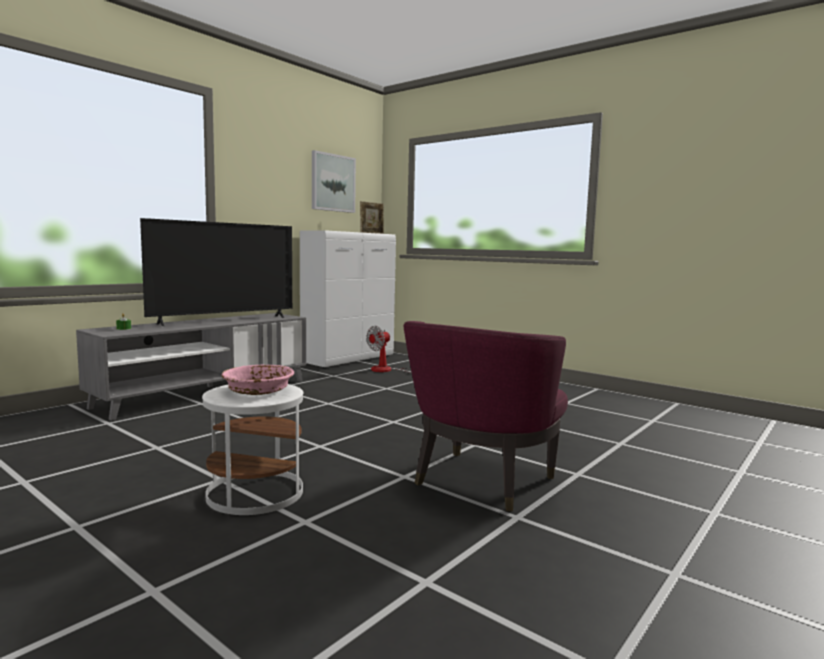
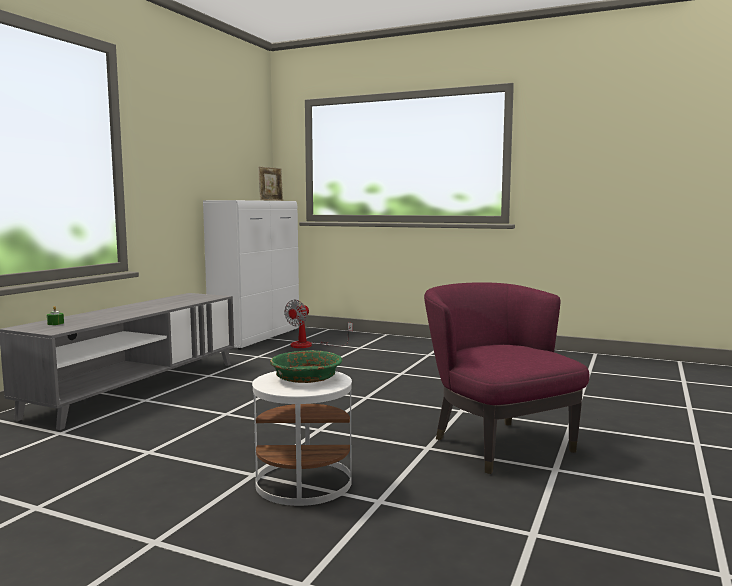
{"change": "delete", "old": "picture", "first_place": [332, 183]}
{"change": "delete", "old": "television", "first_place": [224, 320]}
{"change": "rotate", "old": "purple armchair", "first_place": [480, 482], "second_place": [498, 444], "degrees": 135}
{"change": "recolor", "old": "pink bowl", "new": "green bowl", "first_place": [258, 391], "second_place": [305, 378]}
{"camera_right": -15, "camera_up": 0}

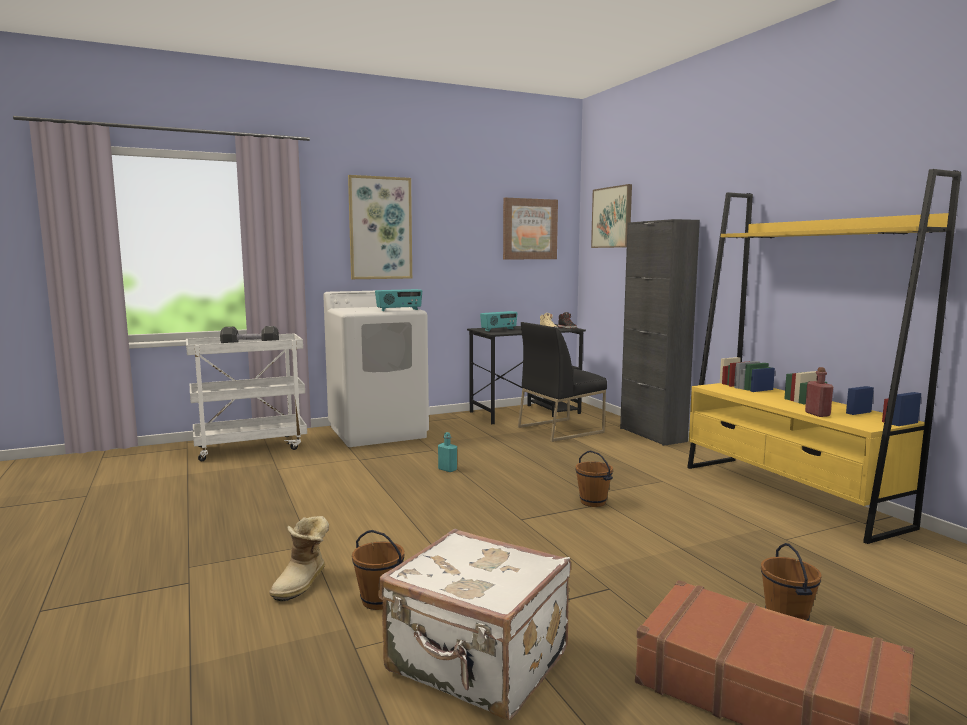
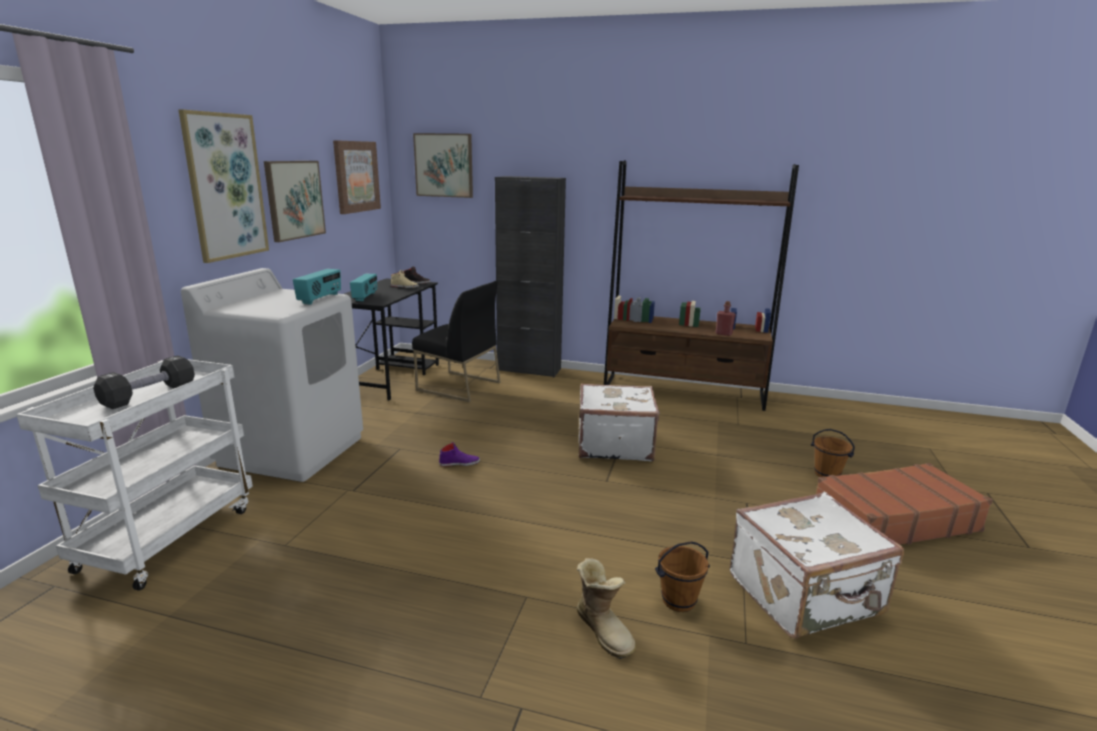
{"change": "recolor", "old": "yellow bookcase", "new": "brown bookcase", "first_place": [789, 495], "second_place": [683, 392]}
{"change": "rotate", "old": "black chair", "first_place": [560, 429], "second_place": [458, 386], "degrees": -75}
{"change": "replace", "old": "turquoise bottle", "new": "purple shoe", "first_place": [447, 469], "second_place": [459, 463]}
{"change": "replace", "old": "brown bucket", "new": "white suitcase", "first_place": [592, 502], "second_place": [614, 444]}
{"change": "insert", "new": "picture", "second_place": [294, 199]}
{"camera_right": -50, "camera_up": 10}

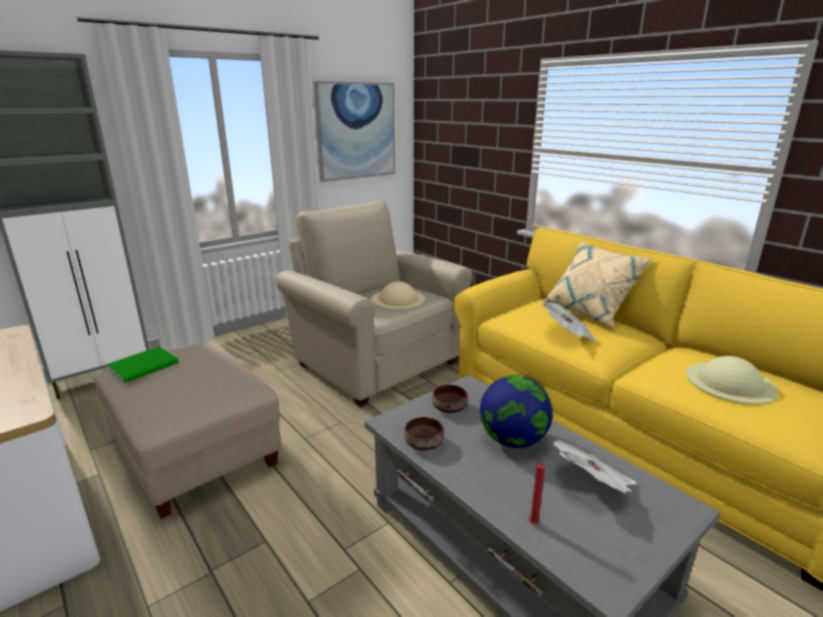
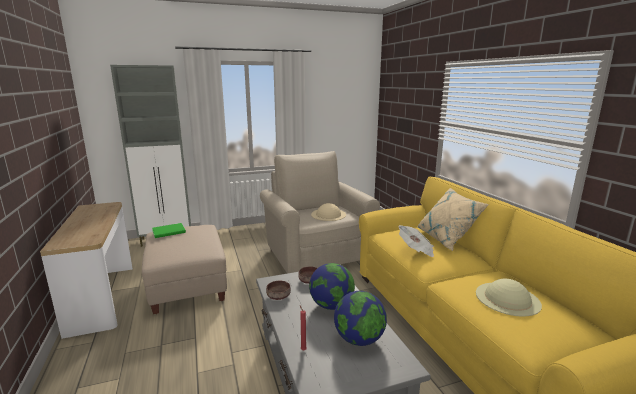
{"change": "delete", "old": "picture", "first_place": [356, 131]}
{"change": "replace", "old": "newspaper", "new": "globe", "first_place": [593, 484], "second_place": [359, 339]}
{"camera_right": 20, "camera_up": -5}

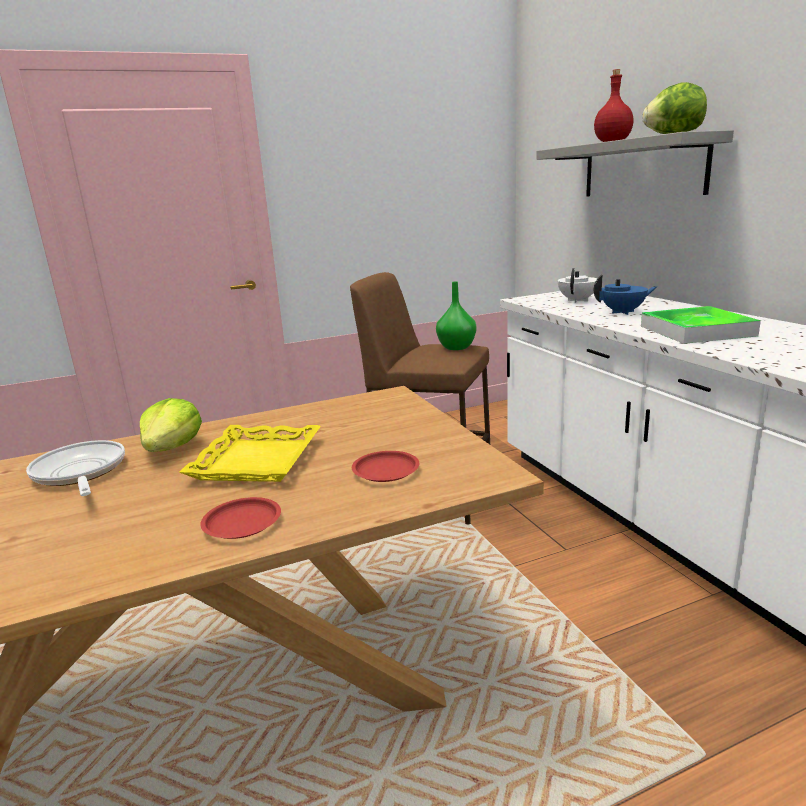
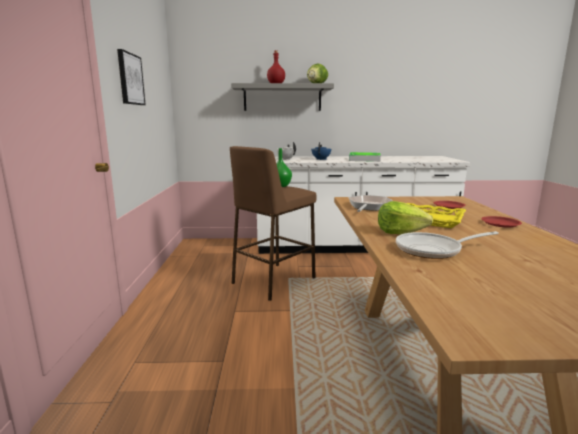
{"change": "insert", "new": "picture", "second_place": [130, 79]}
{"change": "insert", "new": "frying pan", "second_place": [368, 207]}
{"camera_right": -70, "camera_up": -5}

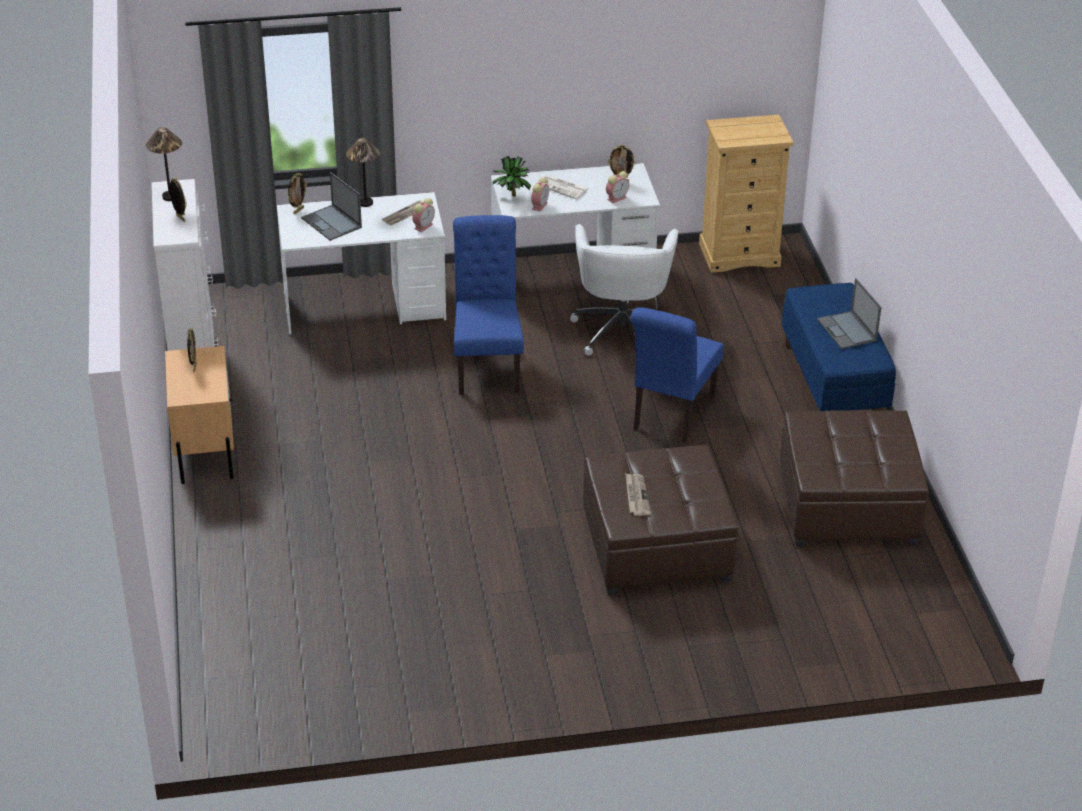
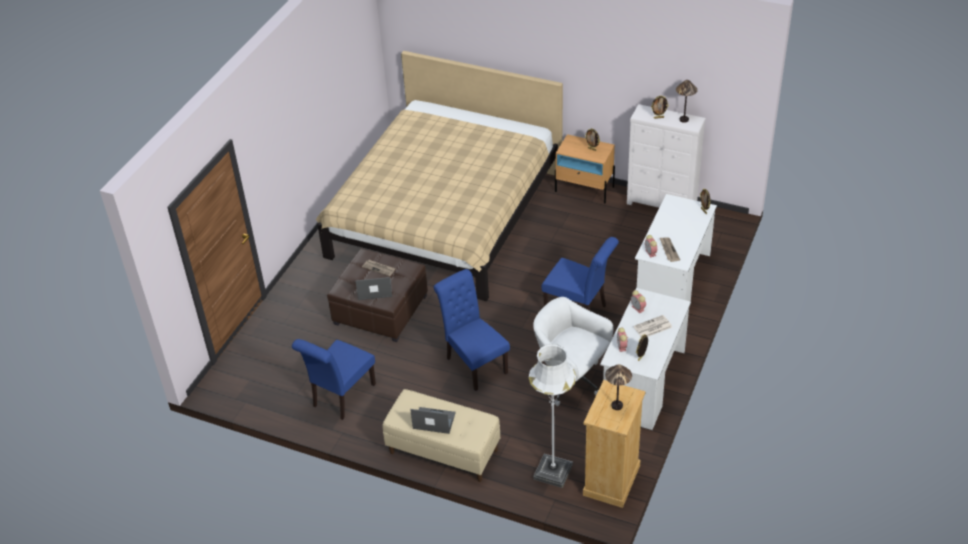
{"change": "move", "old": "table lamp", "first_place": [365, 203], "second_place": [617, 405]}
{"change": "delete", "old": "potted plant", "first_place": [511, 196]}
{"change": "move", "old": "laptop", "first_place": [332, 223], "second_place": [374, 290]}
{"change": "recolor", "old": "blue bench", "new": "beige bench", "first_place": [834, 383], "second_place": [443, 451]}
{"change": "replace", "old": "brown ottoman", "new": "blue chair", "first_place": [848, 506], "second_place": [341, 397]}
{"change": "insert", "new": "beige bed", "second_place": [445, 215]}
{"change": "insert", "new": "white floor lamp", "second_place": [553, 472]}
{"camera_right": 125, "camera_up": 5}

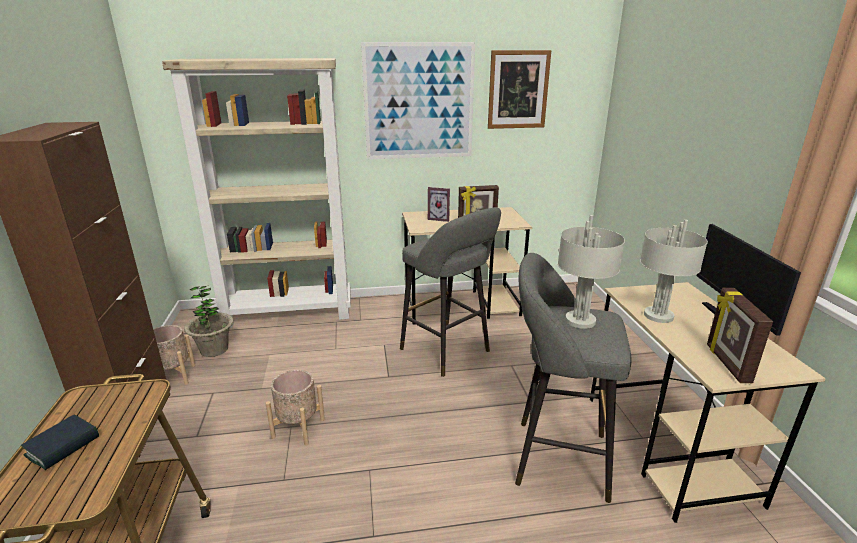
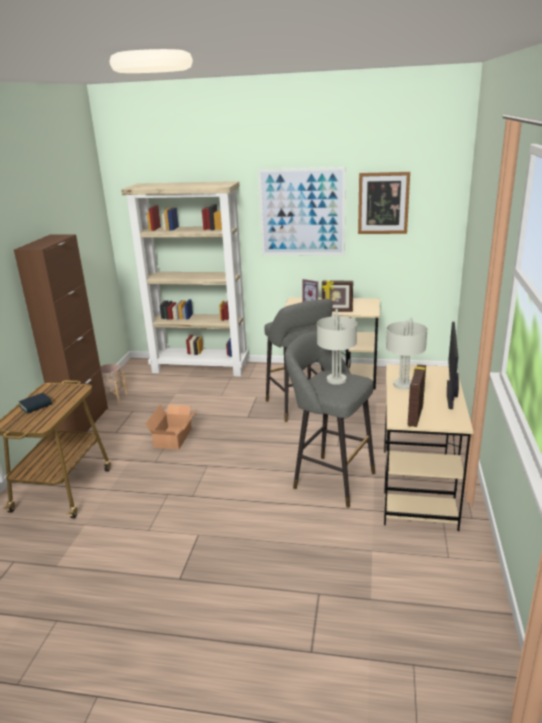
{"change": "delete", "old": "potted plant", "first_place": [214, 349]}
{"change": "replace", "old": "beige planter", "new": "cardboard box", "first_place": [298, 428], "second_place": [175, 437]}
{"camera_right": 20, "camera_up": 0}

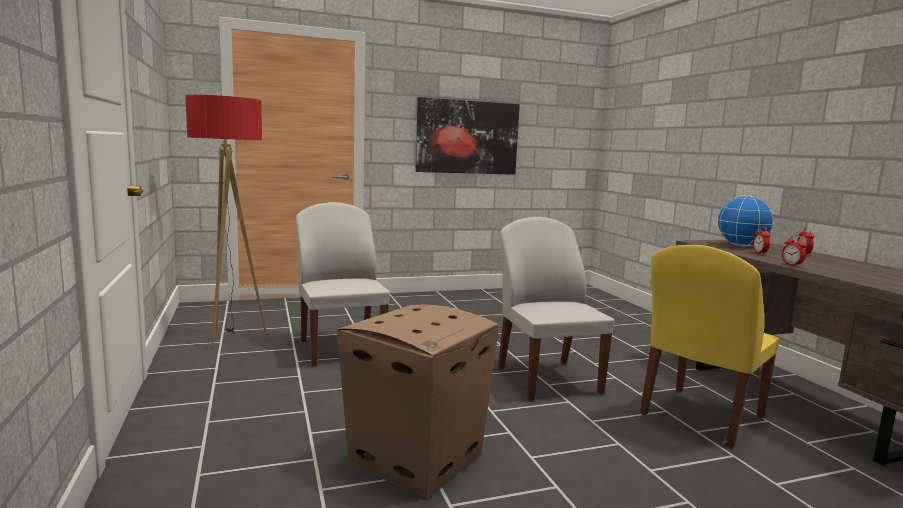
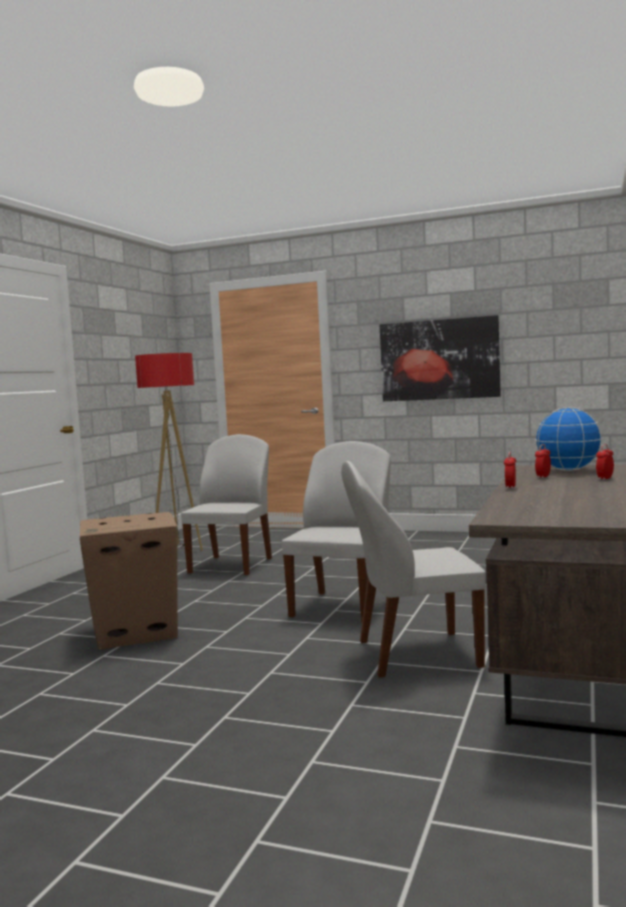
{"change": "recolor", "old": "yellow chair", "new": "white chair", "first_place": [700, 417], "second_place": [414, 654]}
{"camera_right": 40, "camera_up": -5}

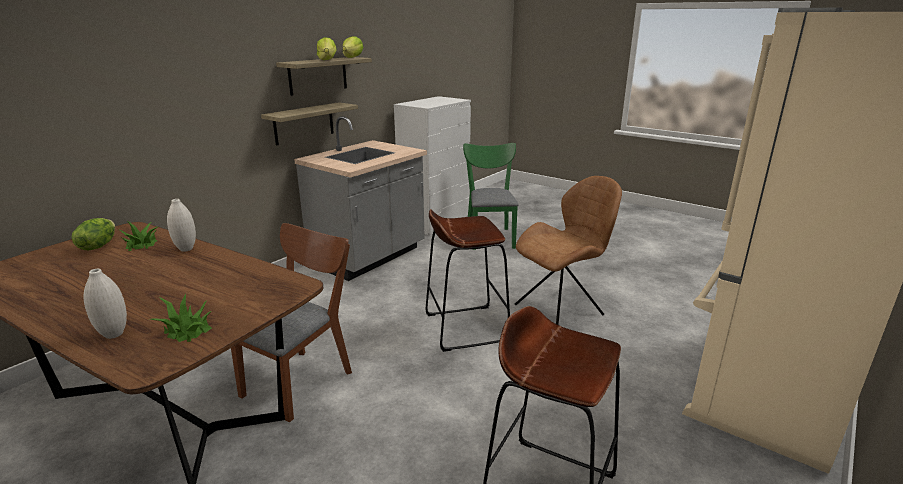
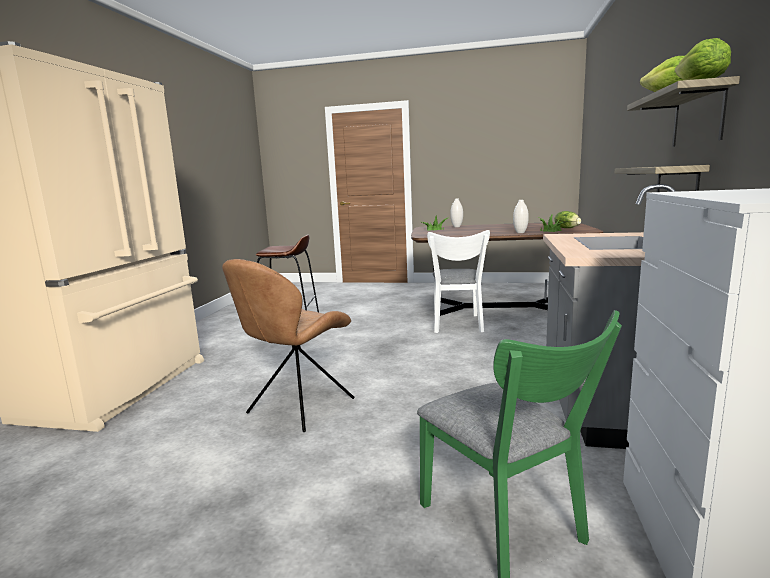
{"change": "delete", "old": "brown stool", "first_place": [466, 327]}
{"change": "recolor", "old": "brown chair", "new": "white chair", "first_place": [303, 379], "second_place": [457, 325]}
{"camera_right": 155, "camera_up": -10}

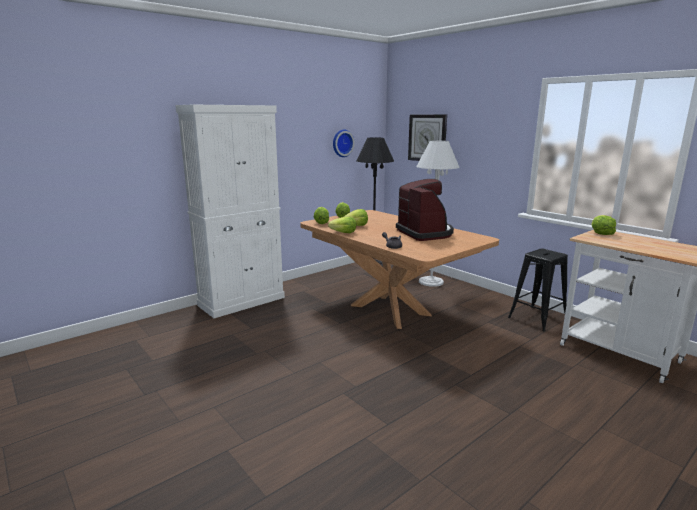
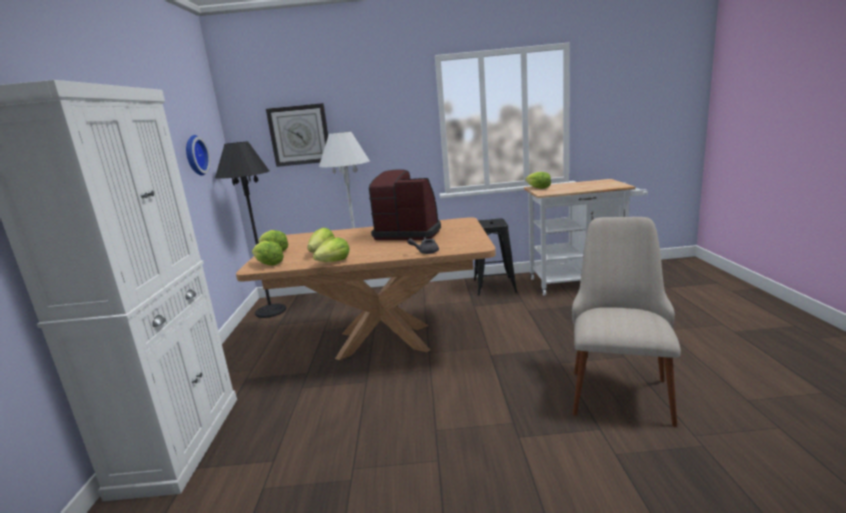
{"change": "insert", "new": "beige chair", "second_place": [619, 386]}
{"camera_right": -50, "camera_up": 0}

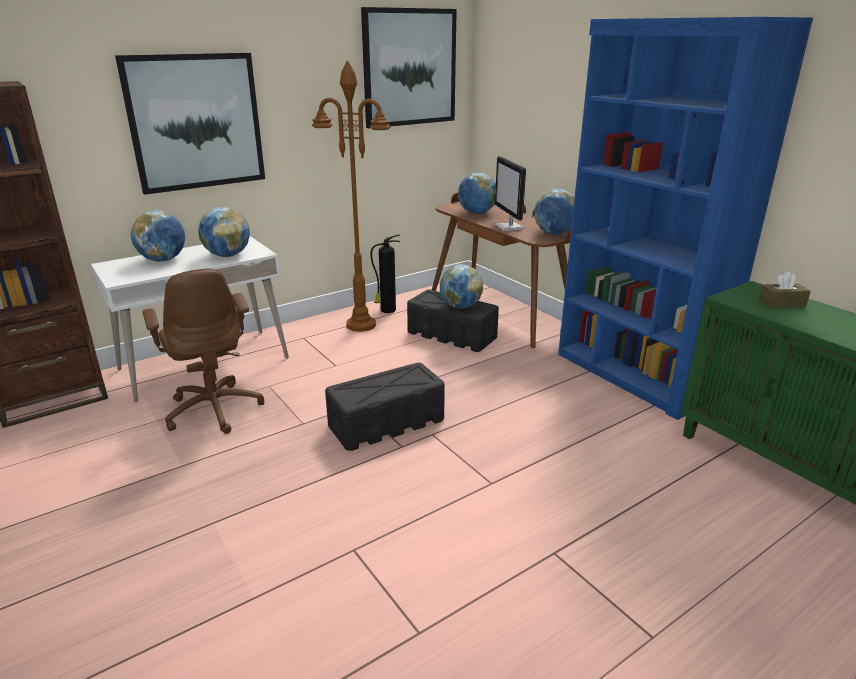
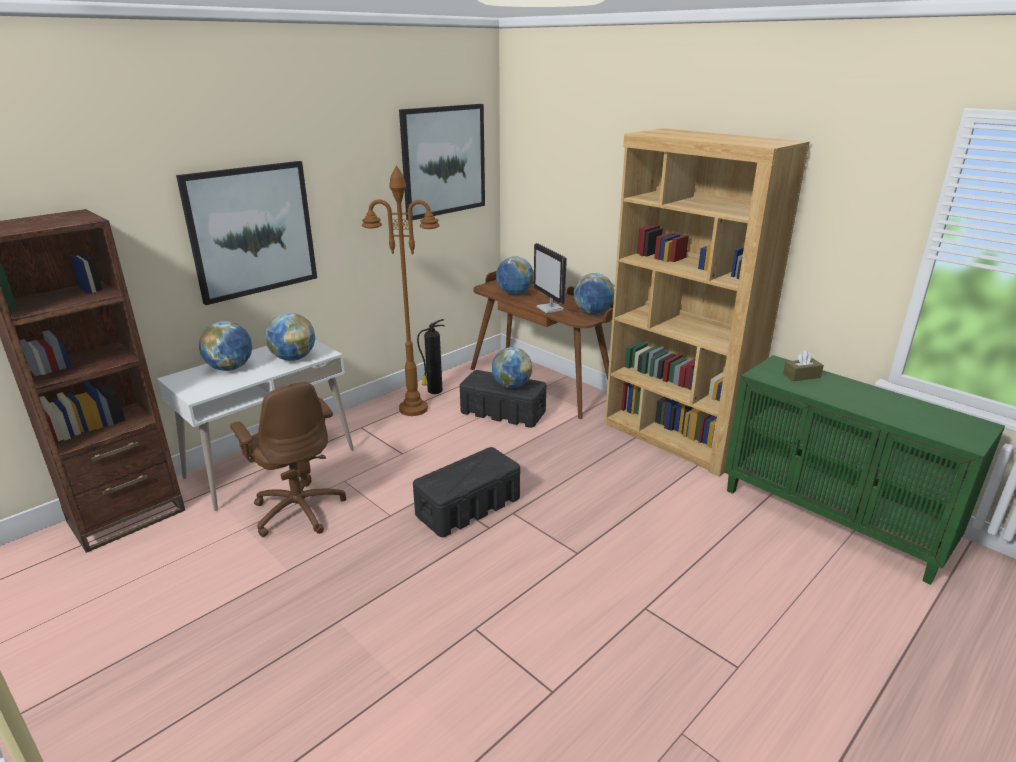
{"change": "recolor", "old": "blue bookcase", "new": "brown bookcase", "first_place": [634, 375], "second_place": [674, 438]}
{"camera_right": -10, "camera_up": 0}

